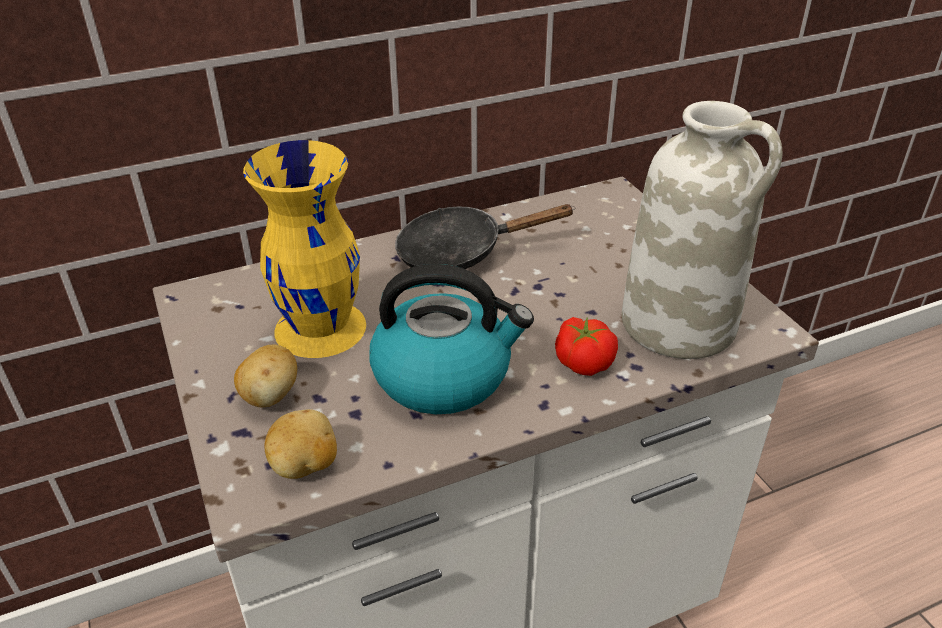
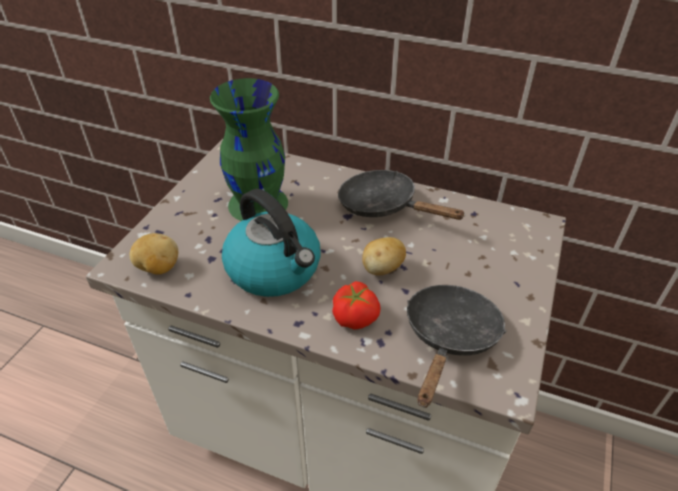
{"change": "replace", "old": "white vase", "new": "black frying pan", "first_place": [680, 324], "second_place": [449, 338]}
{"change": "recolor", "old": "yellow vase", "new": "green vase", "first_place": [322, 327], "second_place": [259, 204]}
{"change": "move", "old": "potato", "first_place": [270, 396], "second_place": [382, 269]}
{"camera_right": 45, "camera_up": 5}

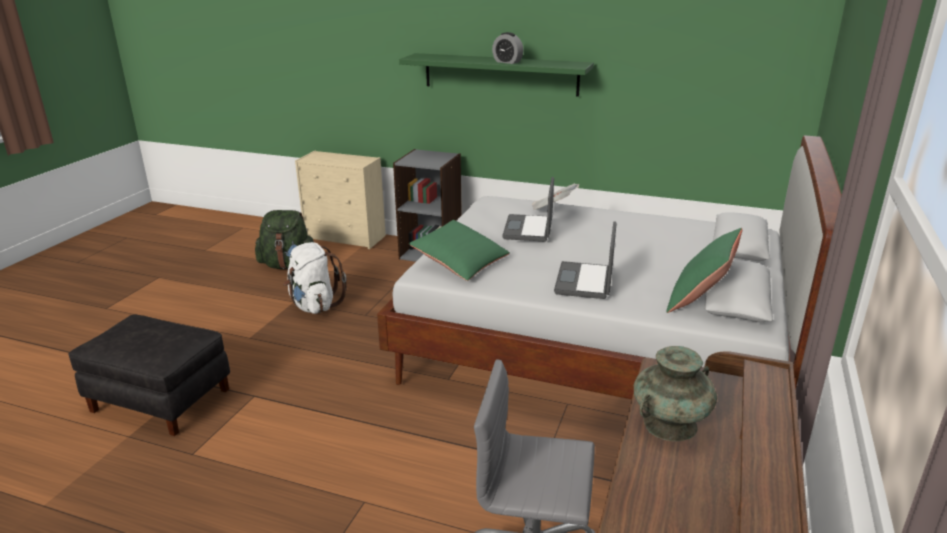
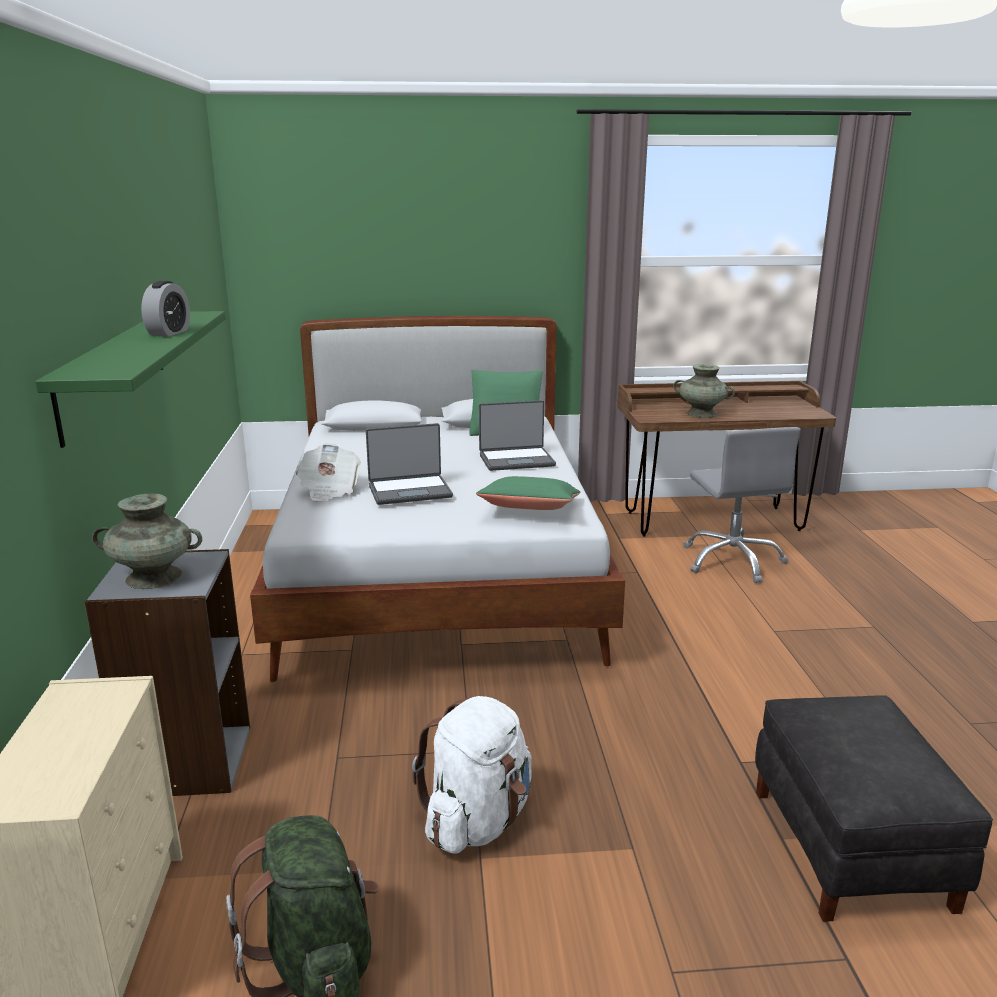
{"change": "insert", "new": "turquoise vase", "second_place": [153, 577]}
{"camera_right": -115, "camera_up": -5}

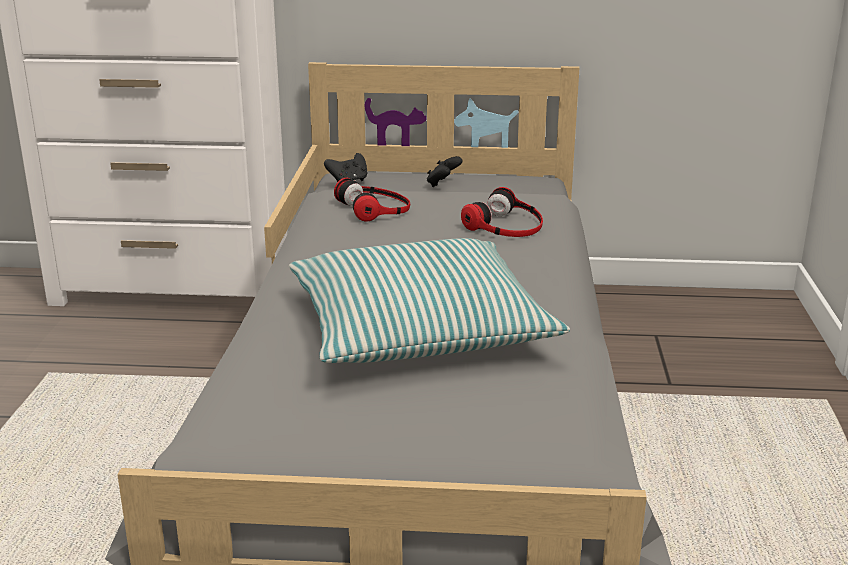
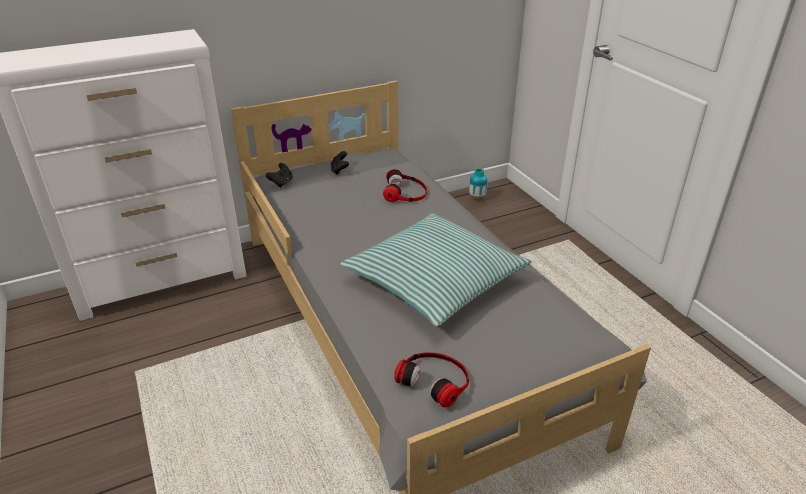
{"change": "move", "old": "headphones", "first_place": [376, 208], "second_place": [435, 379]}
{"change": "insert", "new": "vase", "second_place": [477, 198]}
{"camera_right": -30, "camera_up": 10}

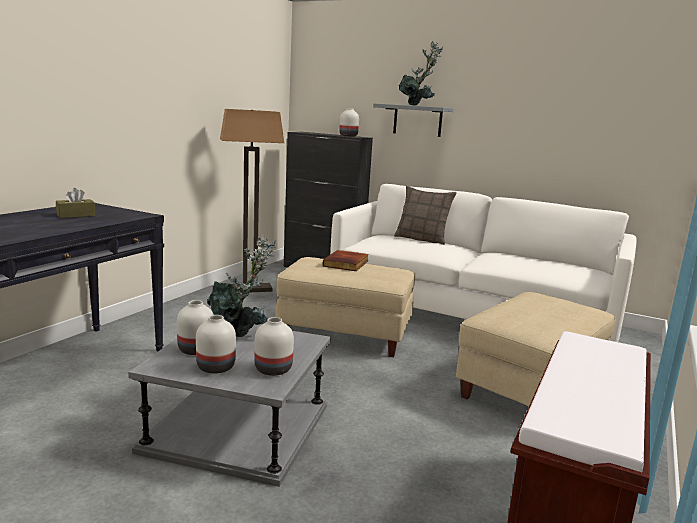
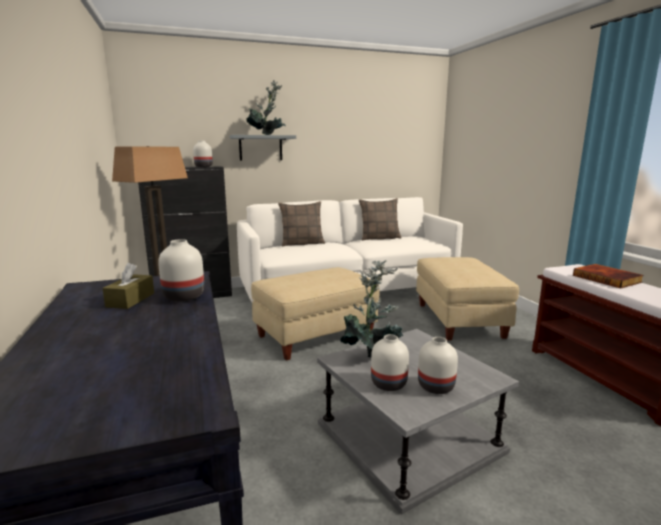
{"change": "move", "old": "book", "first_place": [347, 263], "second_place": [607, 279]}
{"change": "move", "old": "white vase", "first_place": [273, 370], "second_place": [184, 297]}
{"change": "insert", "new": "pillow", "second_place": [379, 238]}
{"camera_right": -45, "camera_up": 0}

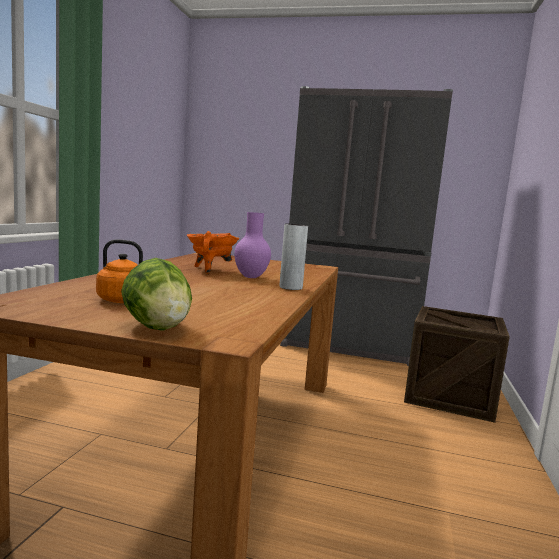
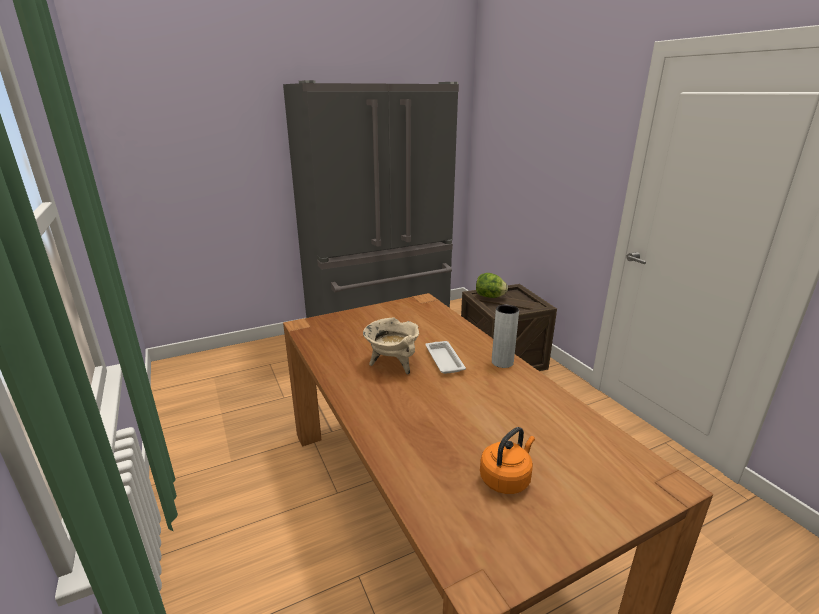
{"change": "replace", "old": "purple vase", "new": "white tray", "first_place": [250, 277], "second_place": [444, 360]}
{"change": "recolor", "old": "orange cooking pot", "new": "beige cooking pot", "first_place": [210, 270], "second_place": [392, 364]}
{"change": "move", "old": "lettuce", "first_place": [158, 328], "second_place": [490, 296]}
{"camera_right": -40, "camera_up": 15}

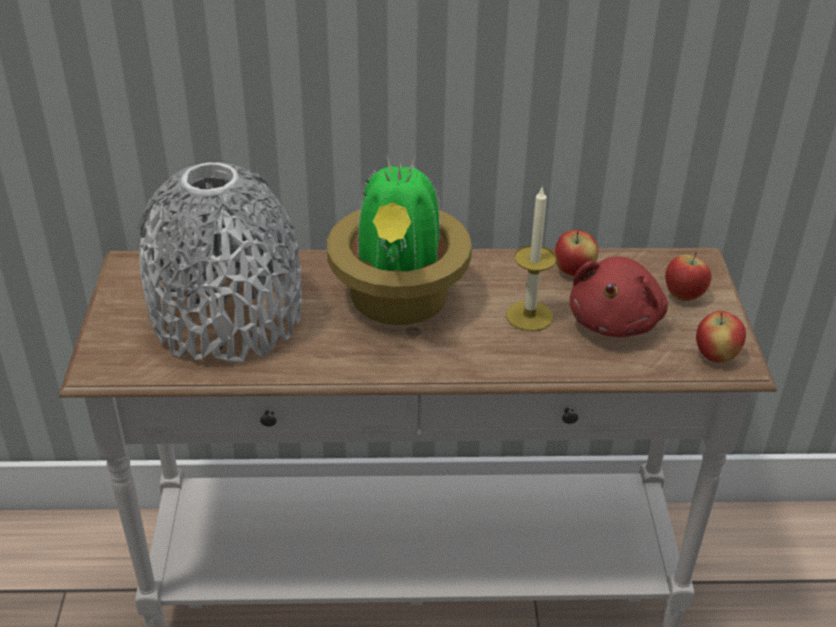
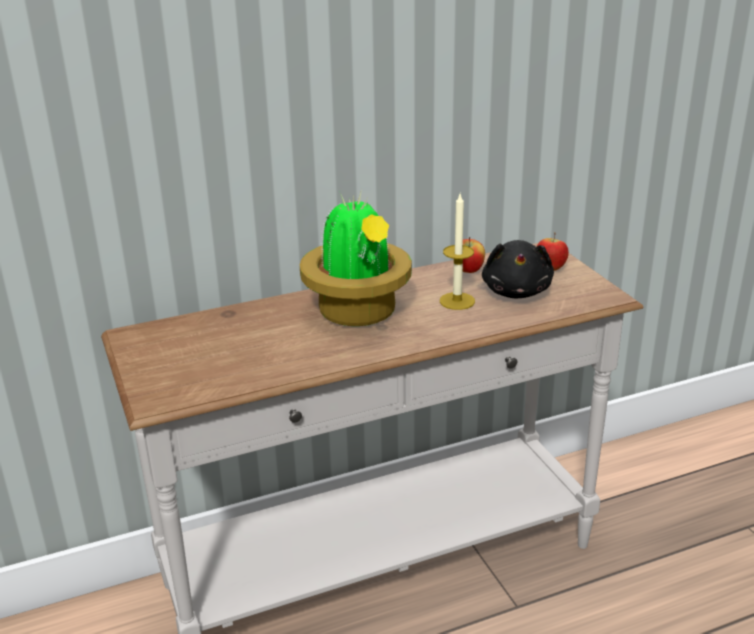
{"change": "delete", "old": "grey vase", "first_place": [227, 317]}
{"change": "recolor", "old": "red plush toy", "new": "black plush toy", "first_place": [615, 321], "second_place": [517, 291]}
{"change": "delete", "old": "apple", "first_place": [715, 356]}
{"camera_right": -20, "camera_up": -10}

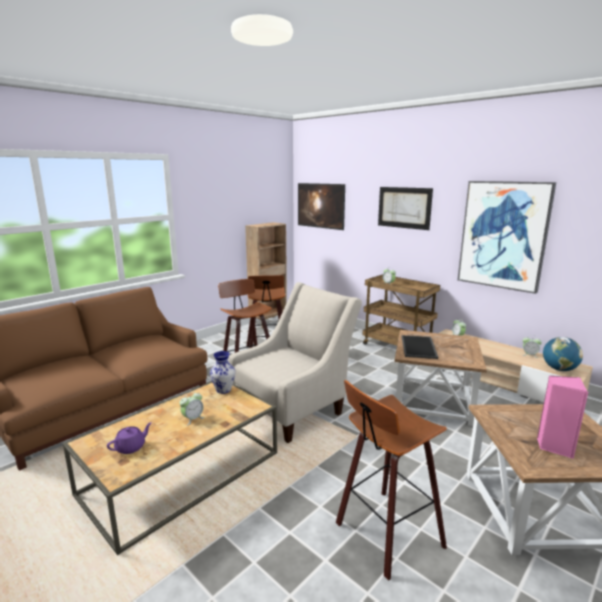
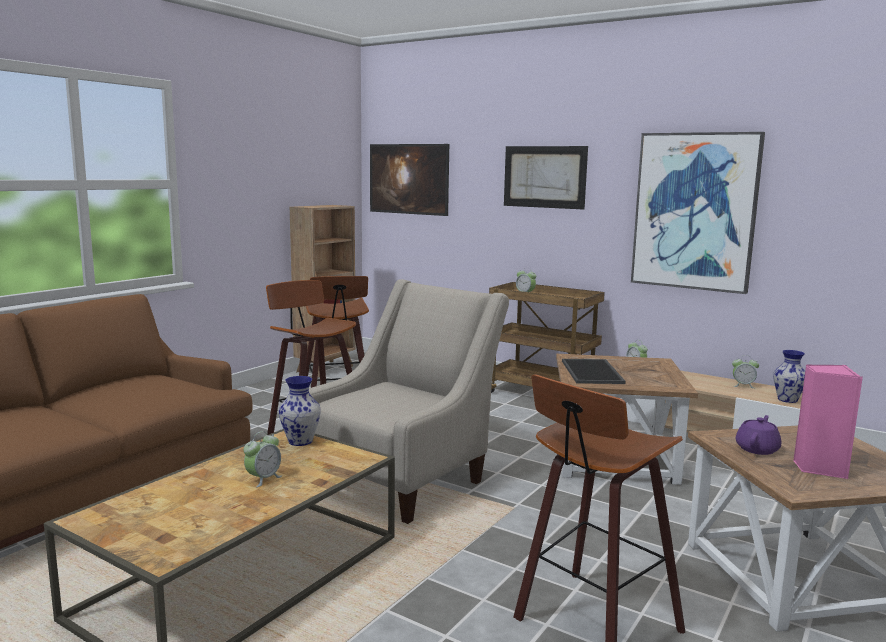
{"change": "replace", "old": "globe", "new": "vase", "first_place": [559, 369], "second_place": [788, 400]}
{"change": "move", "old": "purple teapot", "first_place": [131, 447], "second_place": [757, 449]}
{"camera_right": -10, "camera_up": -5}

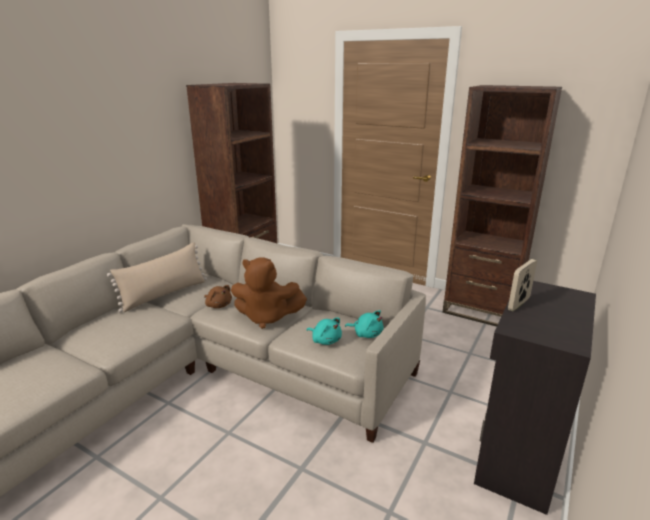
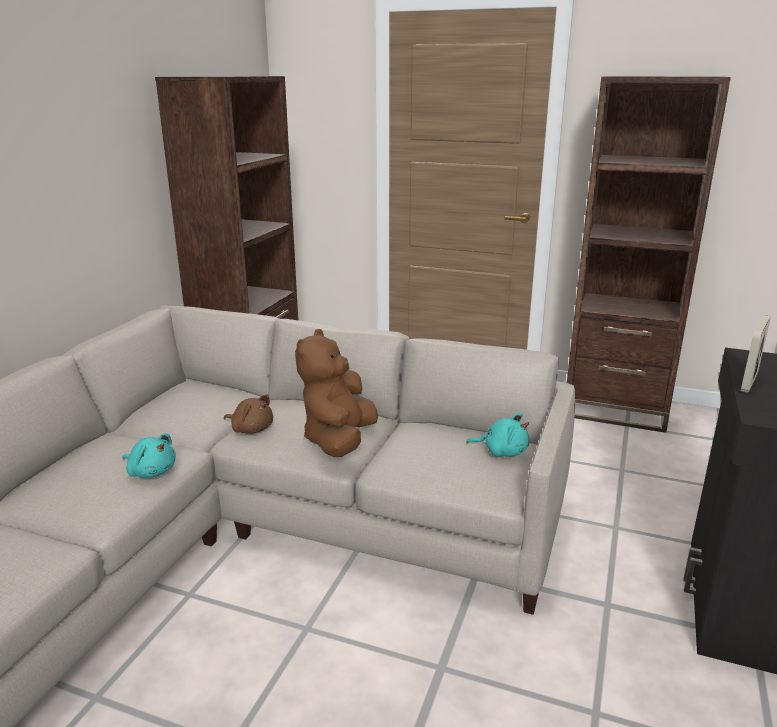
{"change": "delete", "old": "beige pillow", "first_place": [164, 294]}
{"change": "rotate", "old": "brown plush toy", "first_place": [267, 317], "second_place": [339, 441], "degrees": 105}
{"change": "move", "old": "turquoise plush toy", "first_place": [325, 340], "second_place": [151, 471]}
{"camera_right": -10, "camera_up": 0}

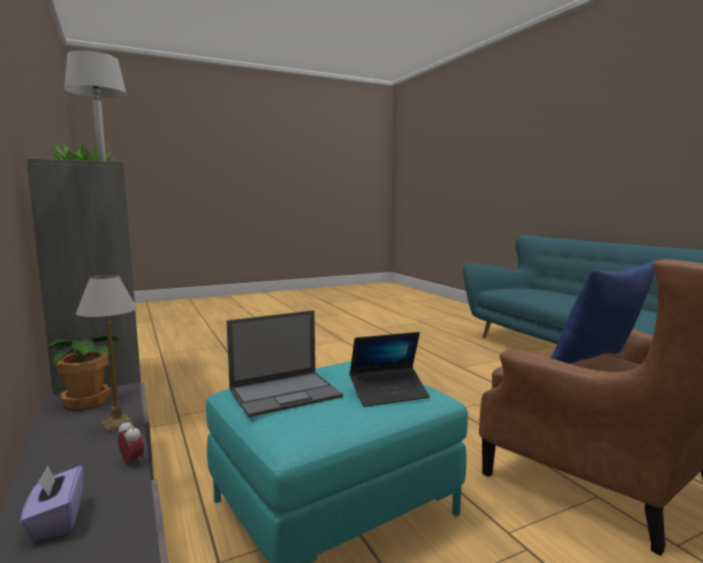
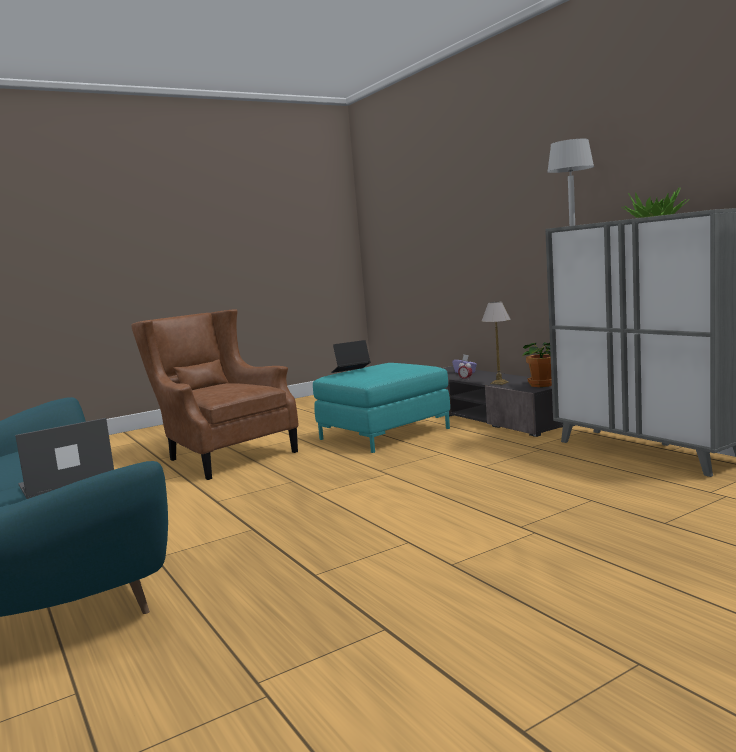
{"change": "delete", "old": "blue pillow", "first_place": [599, 365]}
{"change": "move", "old": "laptop", "first_place": [286, 393], "second_place": [65, 483]}
{"camera_right": 175, "camera_up": 0}

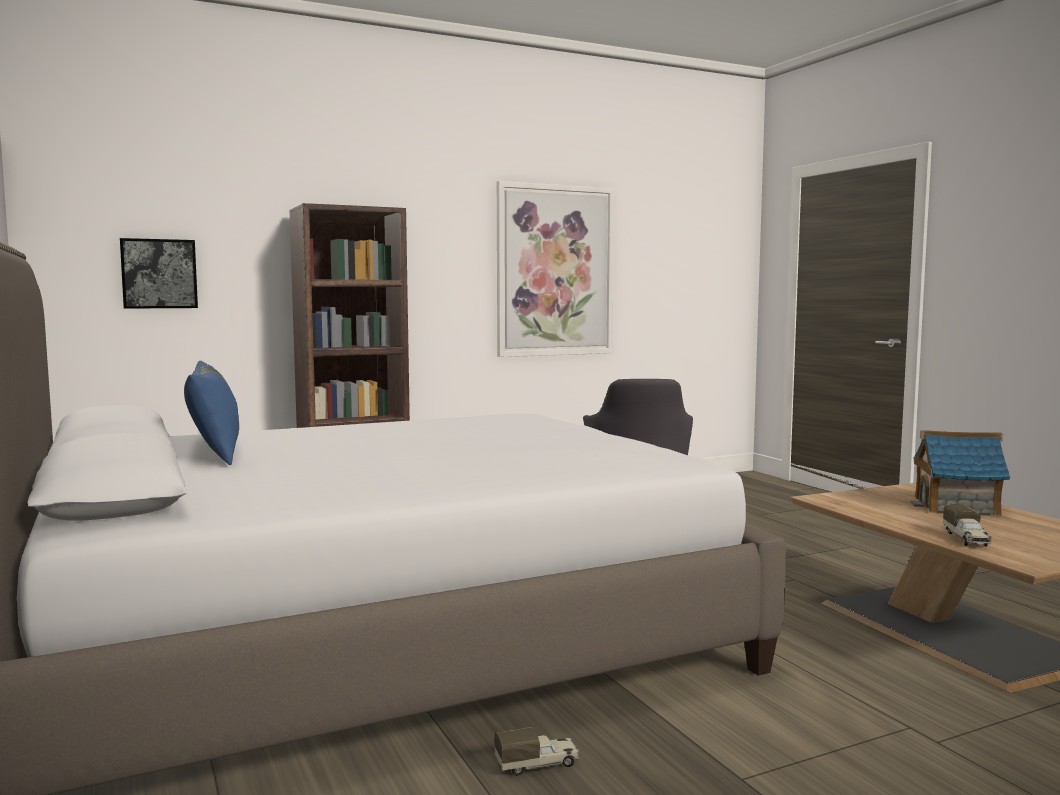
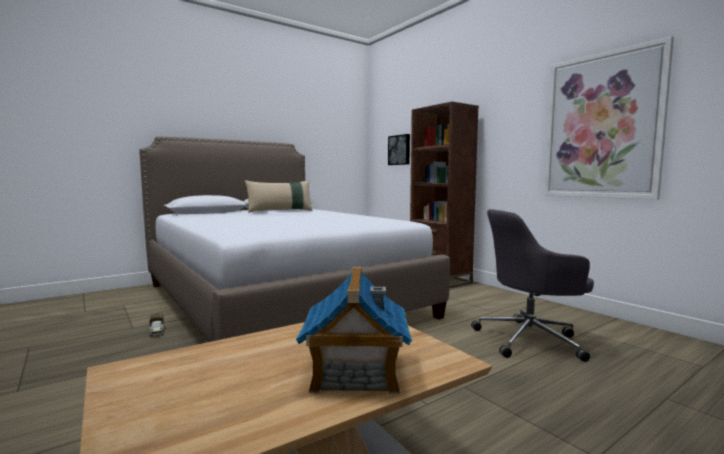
{"change": "recolor", "old": "blue pillow", "new": "beige pillow", "first_place": [215, 451], "second_place": [280, 211]}
{"change": "delete", "old": "toy truck", "first_place": [967, 539]}
{"camera_right": 80, "camera_up": 0}

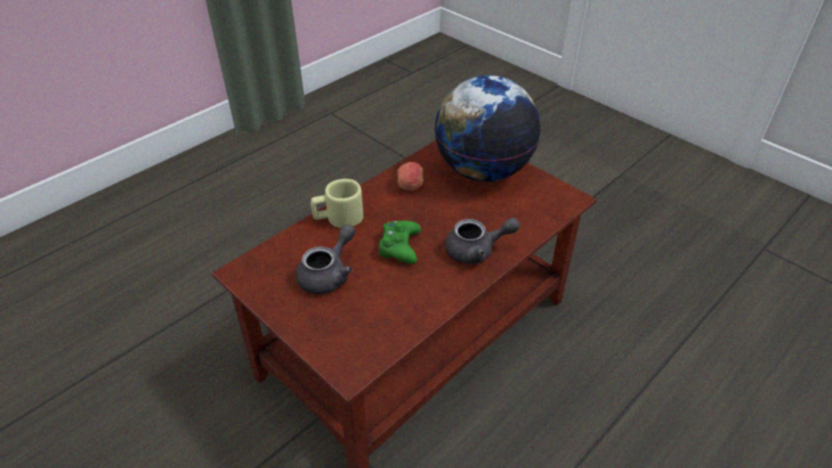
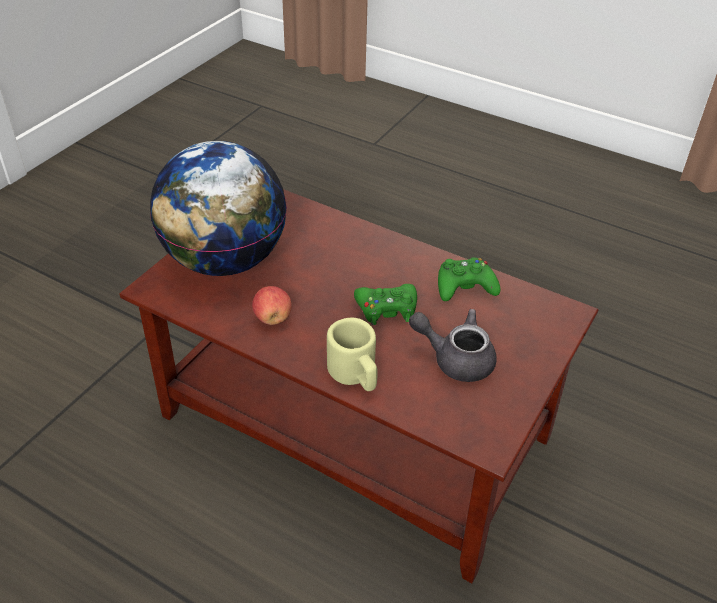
{"change": "delete", "old": "grey teapot", "first_place": [476, 251]}
{"change": "insert", "new": "green game controller", "second_place": [465, 286]}
{"camera_right": -105, "camera_up": 0}

